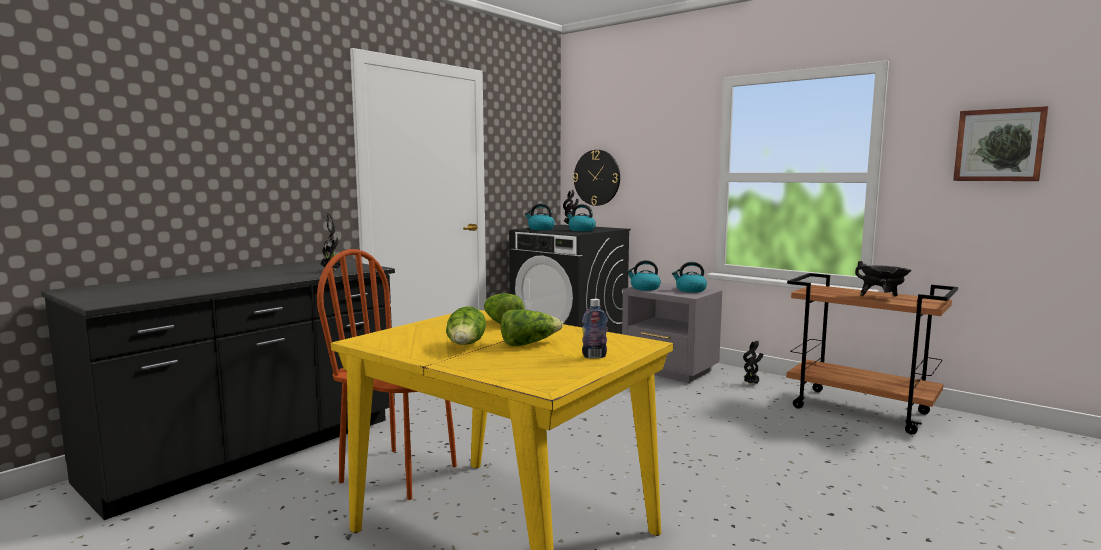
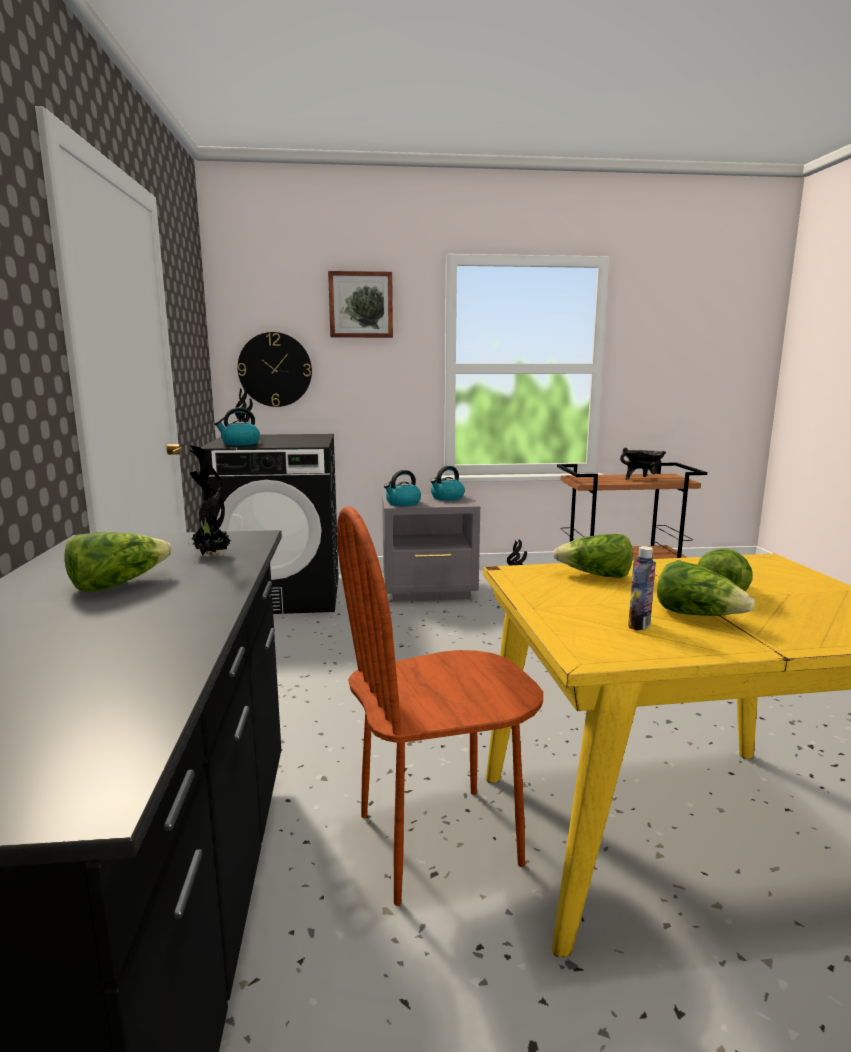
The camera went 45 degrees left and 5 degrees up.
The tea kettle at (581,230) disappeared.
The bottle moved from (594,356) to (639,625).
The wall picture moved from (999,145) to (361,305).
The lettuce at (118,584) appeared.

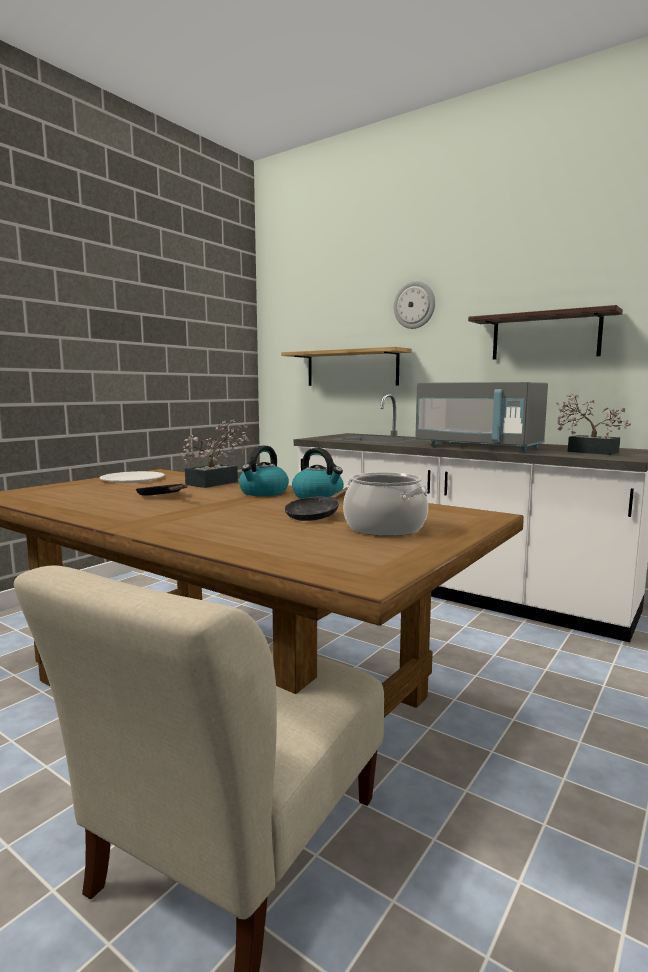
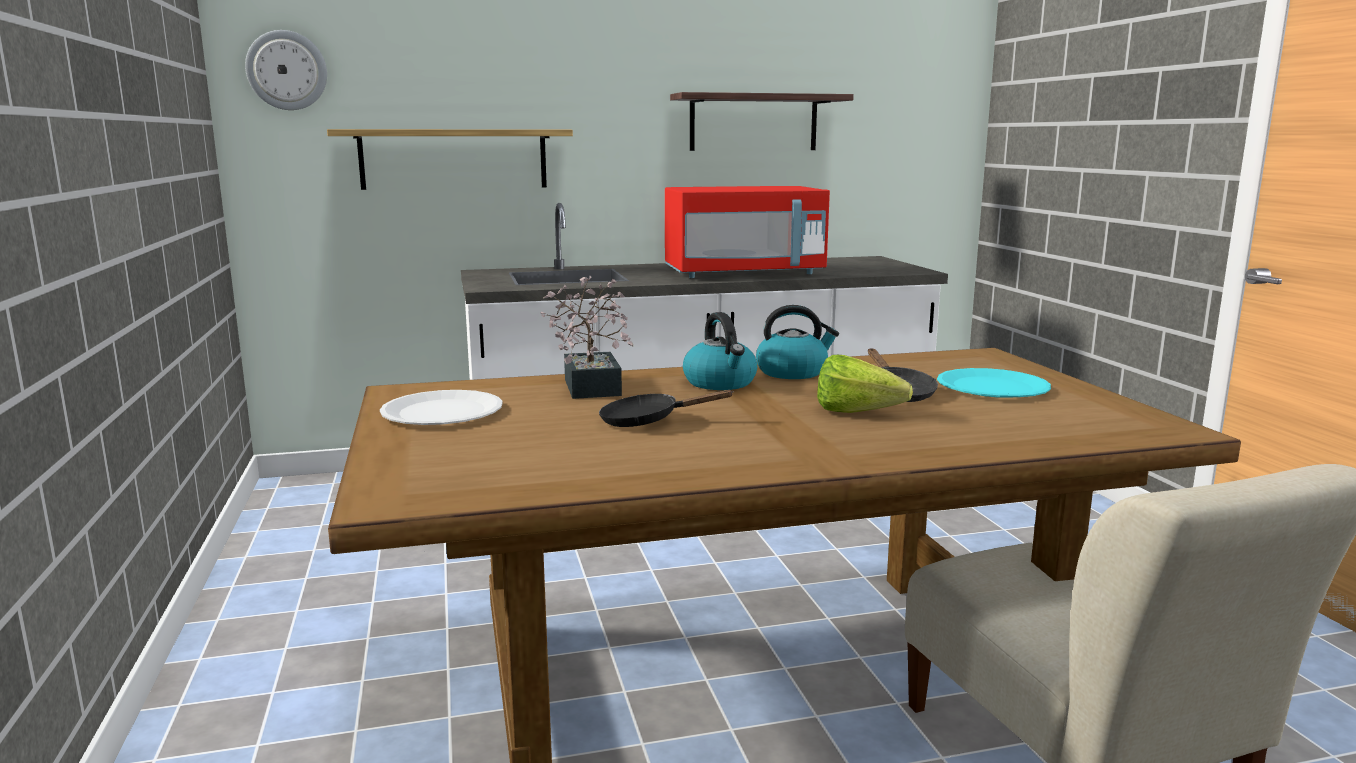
The camera went 50 degrees left and 5 degrees up.
The saucepot at (385,528) was replaced by the plate/turquoise at (992,387).
The clock on the wall moved from (414,305) to (287,70).
The microwave oven/gray at (478,447) became the microwave oven/red-coloured at (744,273).
The plant in a pot at (587,451) disappeared.
The lettuce at (863,414) appeared.

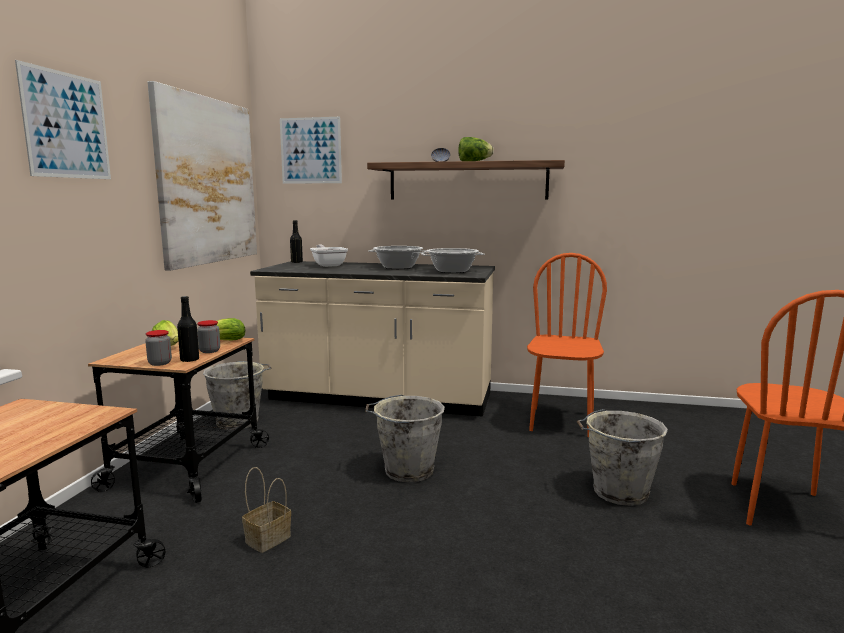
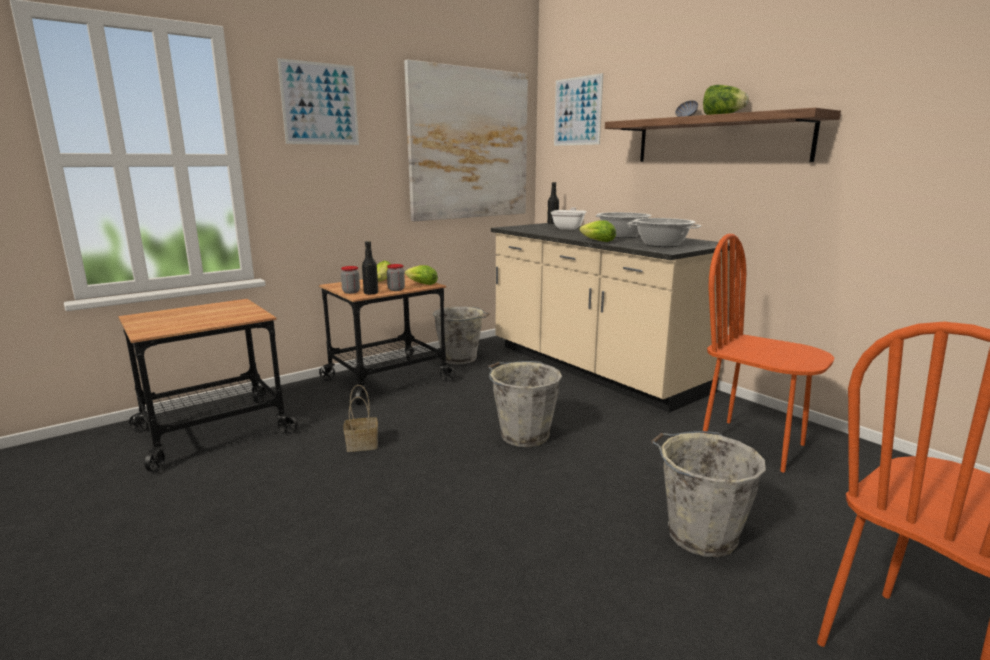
The camera went 40 degrees right and 5 degrees up.
The chair/orange-coloured at (561,422) turned 105 degrees counterclockwise.
The lettuce at (596,241) appeared.

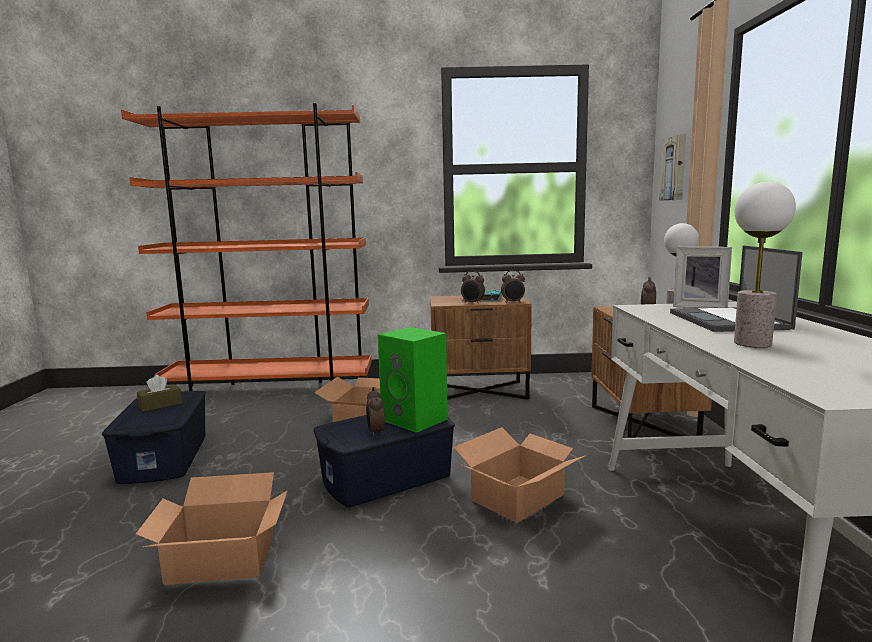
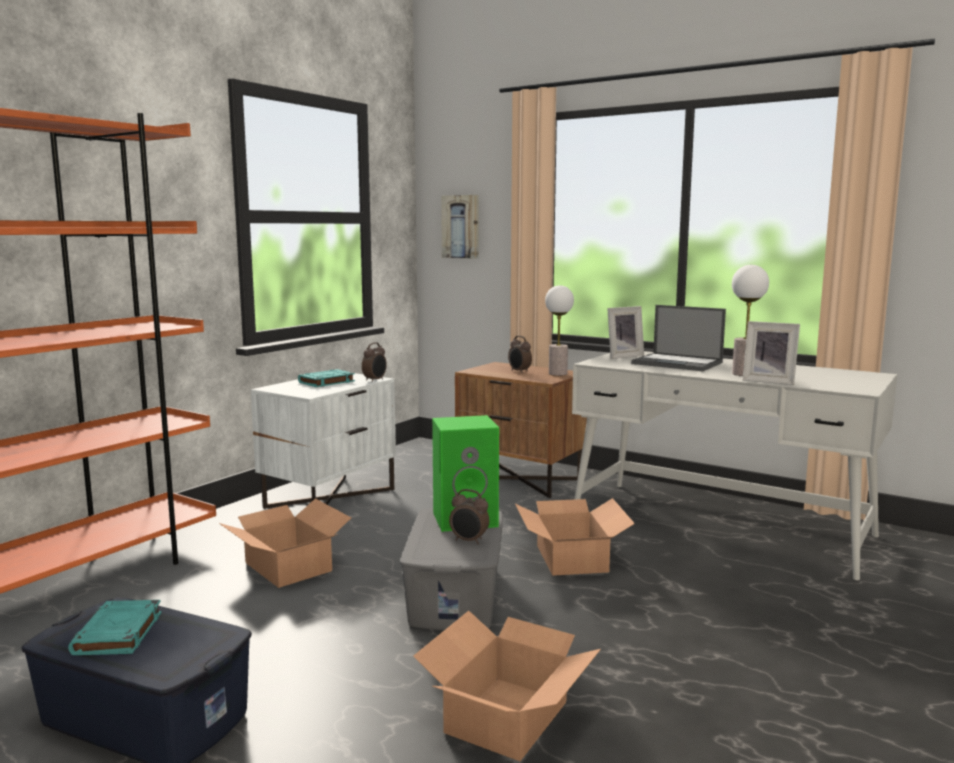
The camera went 55 degrees left and 0 degrees up.
The tissue holder/brownish at (160,405) was replaced by the bound book/turquoise at (118,634).
The storage container/blue-coloured at (387,478) became the storage container/gray at (456,595).
The bedside table/brownish at (479,391) became the bedside table/white-coloured at (329,498).
The alarm clock at (472,303) disappeared.
The standing frame at (769,381) appeared.

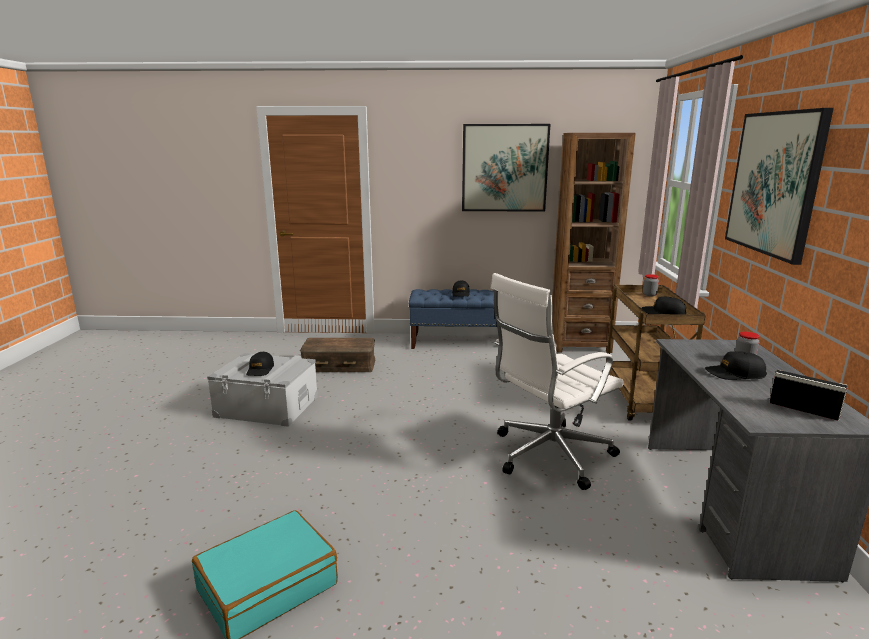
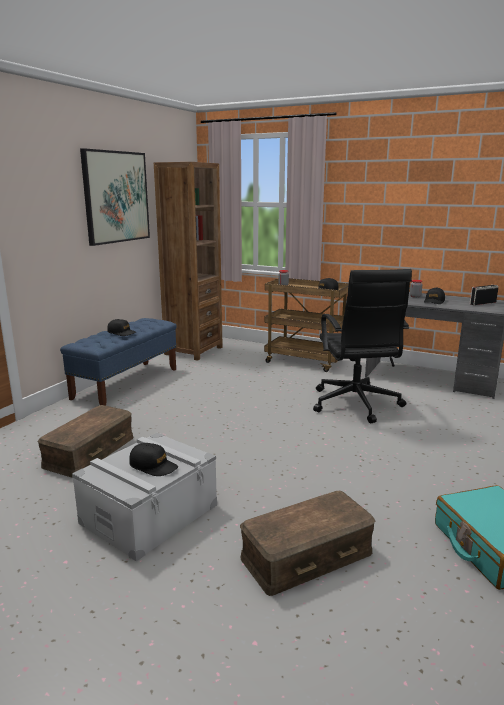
The camera went 65 degrees left and 0 degrees up.
The computer chair/white-coloured at (548,455) became the computer chair/black-coloured at (356,404).
The wall picture at (774,183) disappeared.
The storage container/brownish at (307,556) appeared.

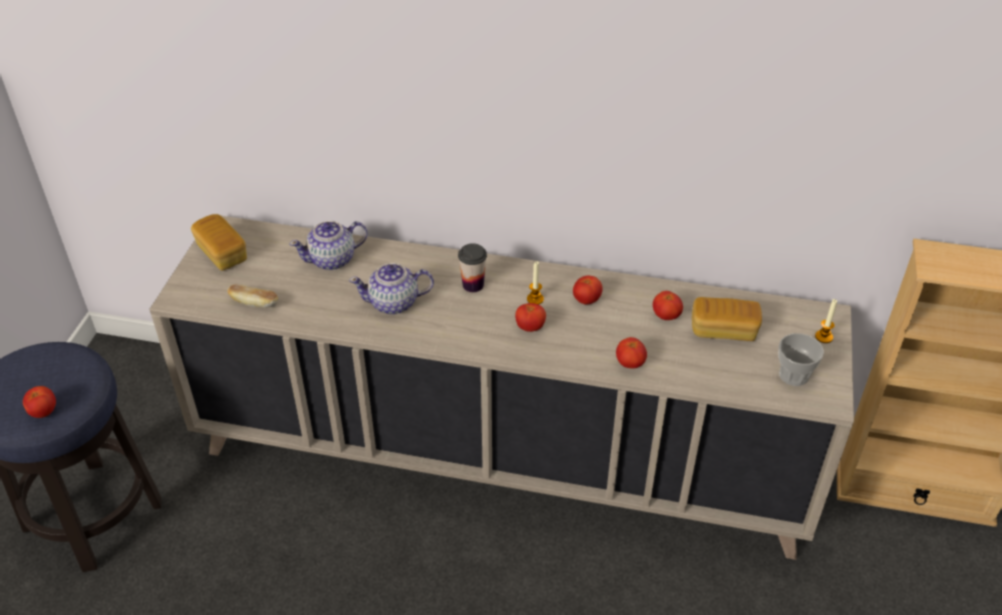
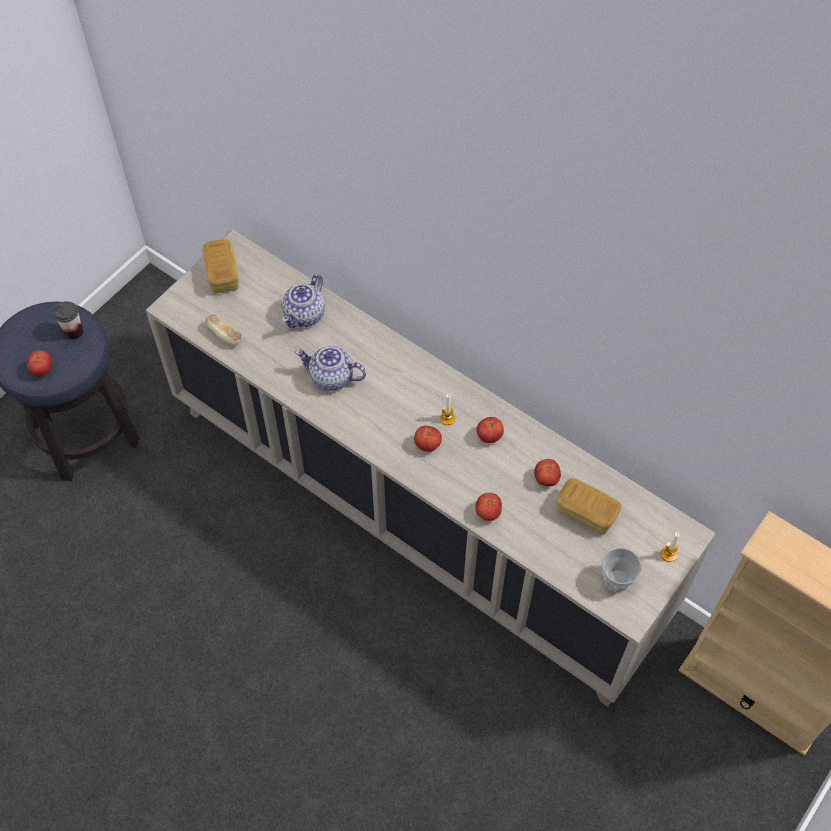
The camera went 25 degrees right and 15 degrees up.
The teapot at (332,260) turned 60 degrees counterclockwise.
The drinking cup moved from (473,285) to (74,332).

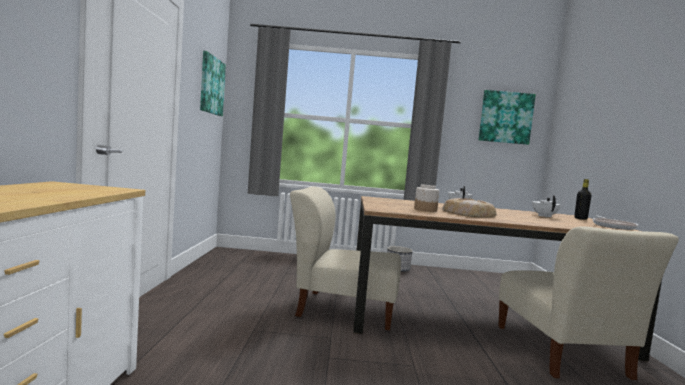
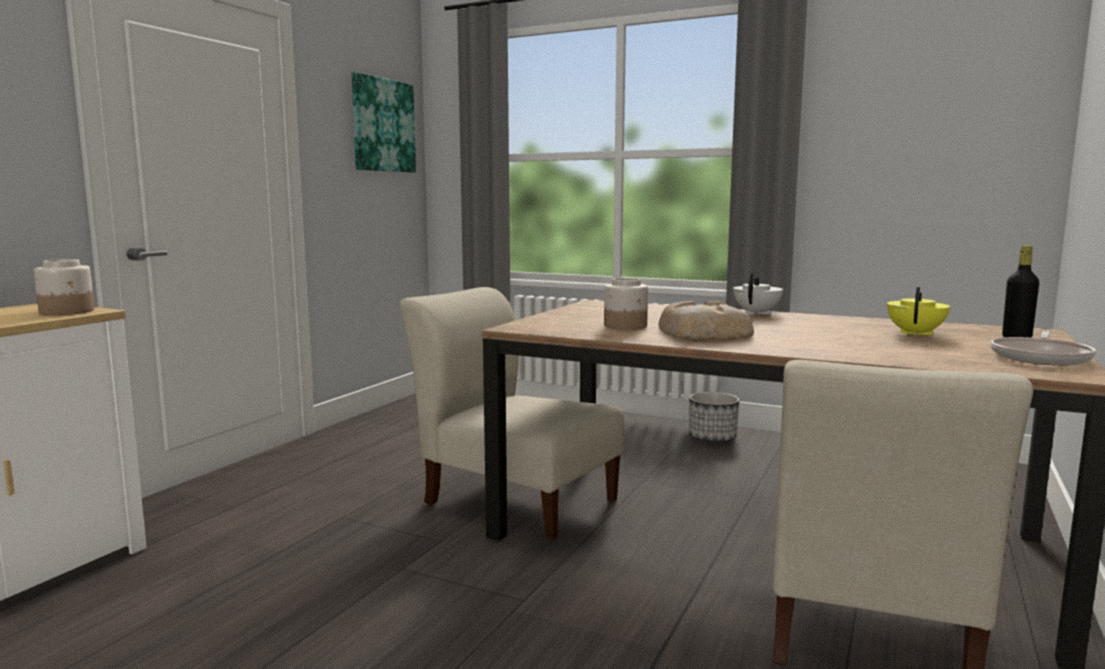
The camera went 25 degrees right and 5 degrees up.
The wall picture at (505,117) disappeared.
The teapot/white-coloured at (544,216) became the teapot/yellow-coloured at (916,333).
The storage jar at (67,312) appeared.

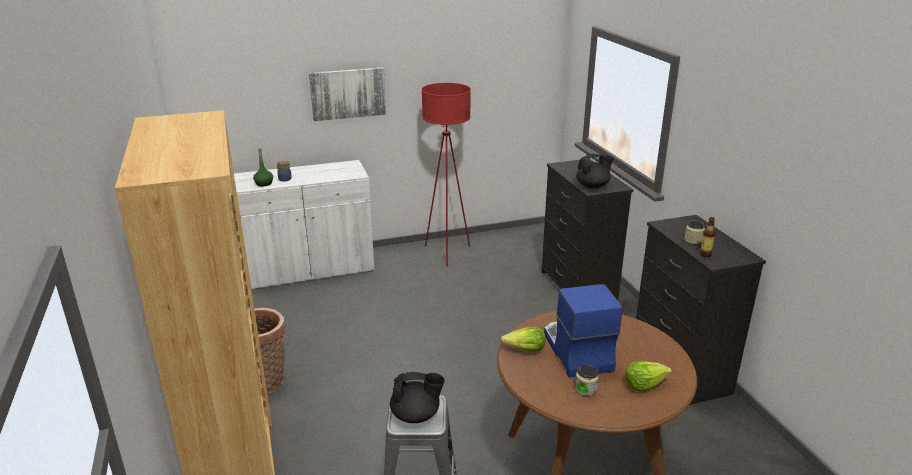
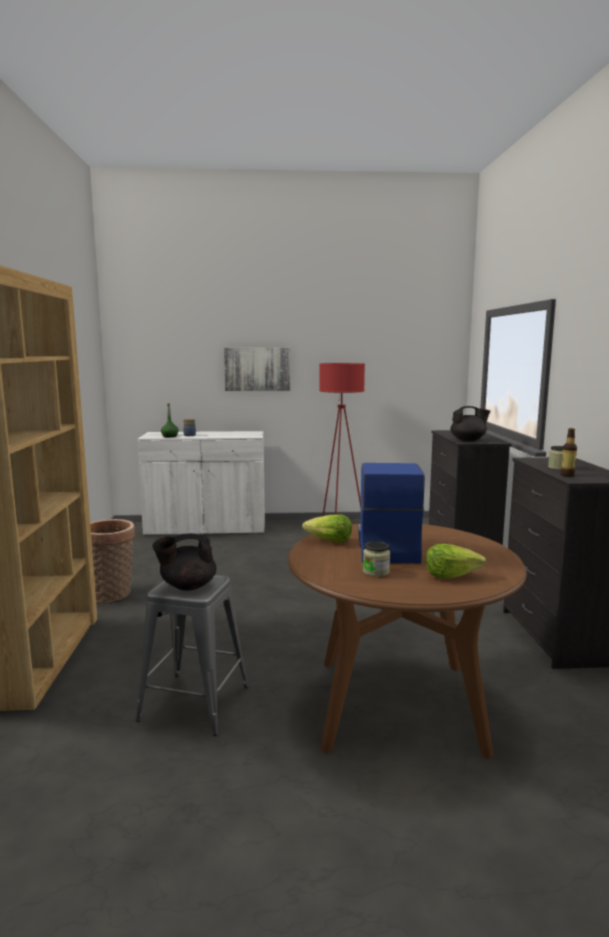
The camera went 15 degrees right and 15 degrees down.
The teapot/black-coloured at (416,415) turned 150 degrees clockwise.

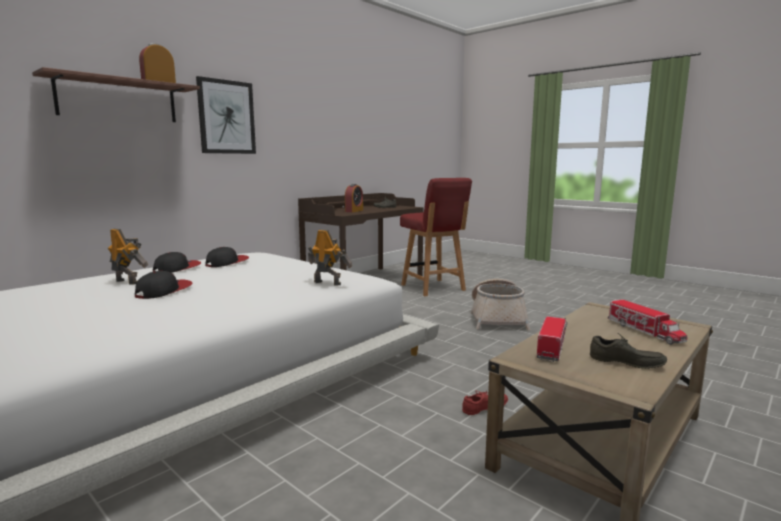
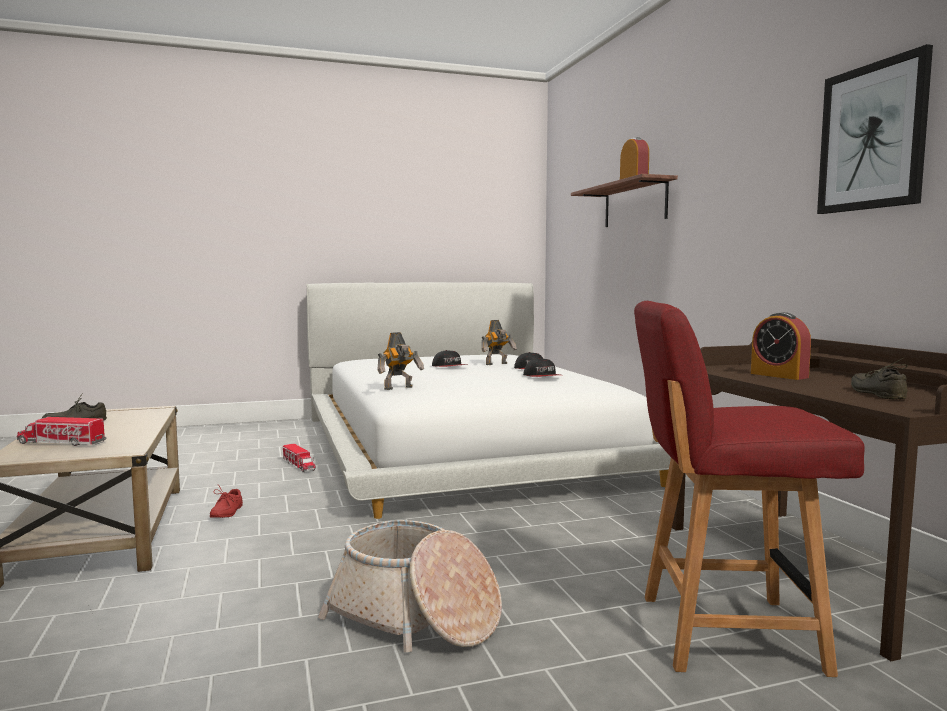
The camera went 120 degrees right and 5 degrees down.
The wall picture moved from (226,117) to (872,137).
The toy truck moved from (552,346) to (299,465).

